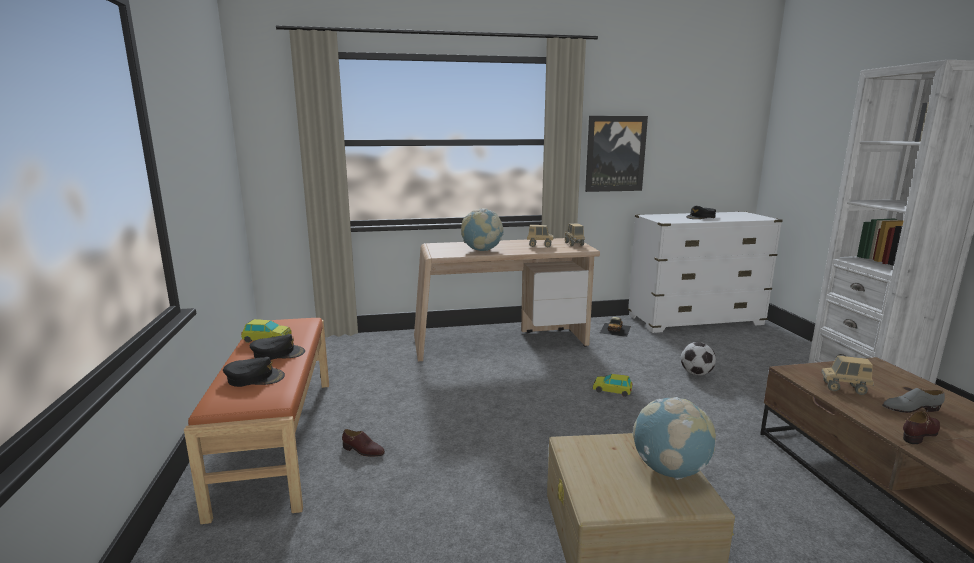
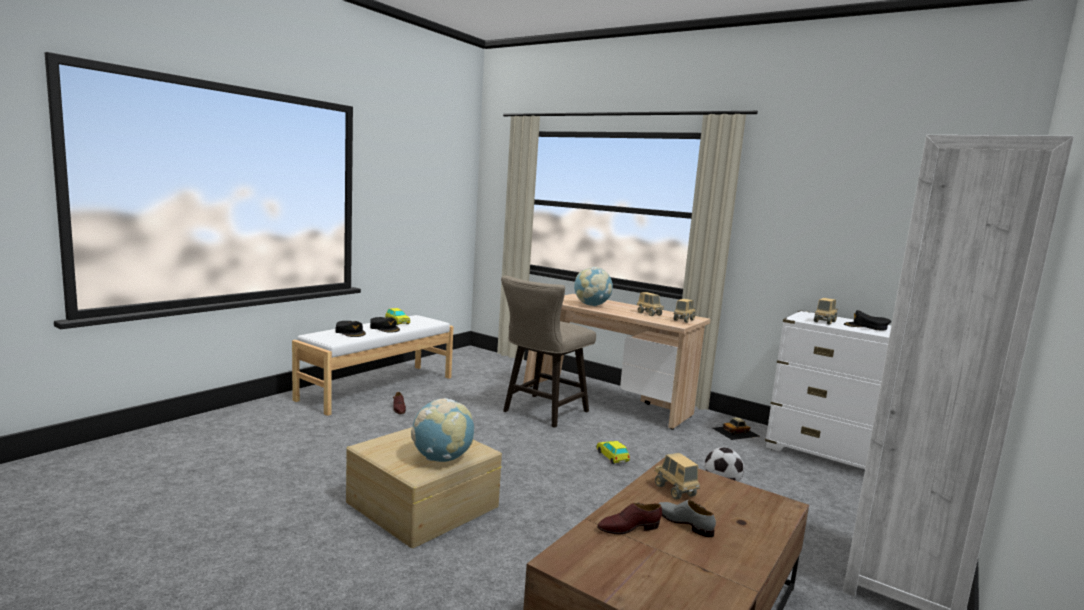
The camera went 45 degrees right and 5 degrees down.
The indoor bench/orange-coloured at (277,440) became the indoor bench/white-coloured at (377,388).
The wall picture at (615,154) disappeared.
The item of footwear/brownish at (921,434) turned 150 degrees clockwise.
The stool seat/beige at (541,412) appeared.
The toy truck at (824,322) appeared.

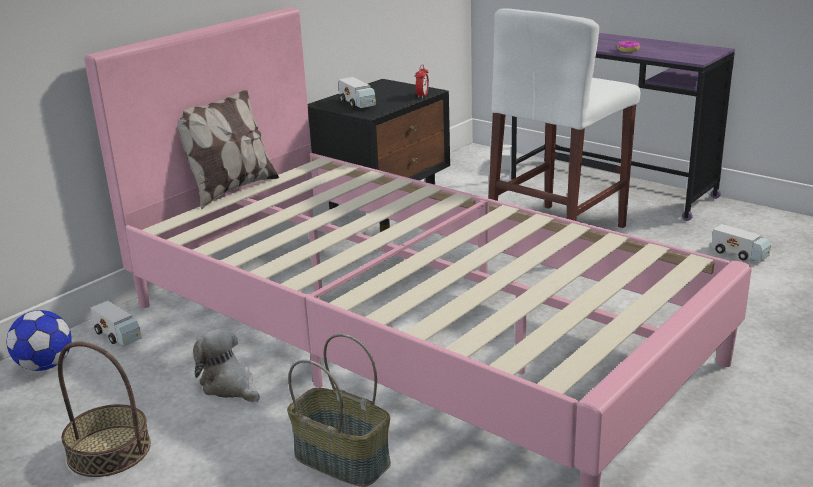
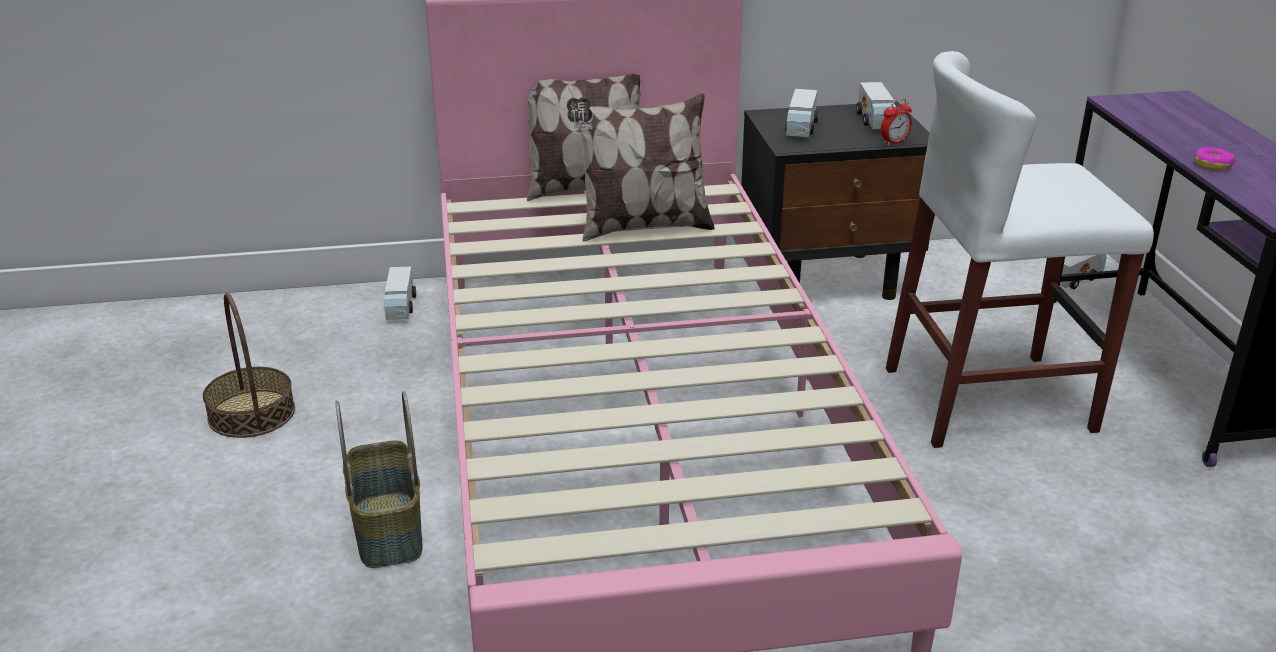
The camera went 40 degrees right and 5 degrees up.
The football ball at (45,366) disappeared.
The soft toy at (229,386) disappeared.
The toy truck moved from (739,254) to (875,121).
The pillow at (642,226) appeared.

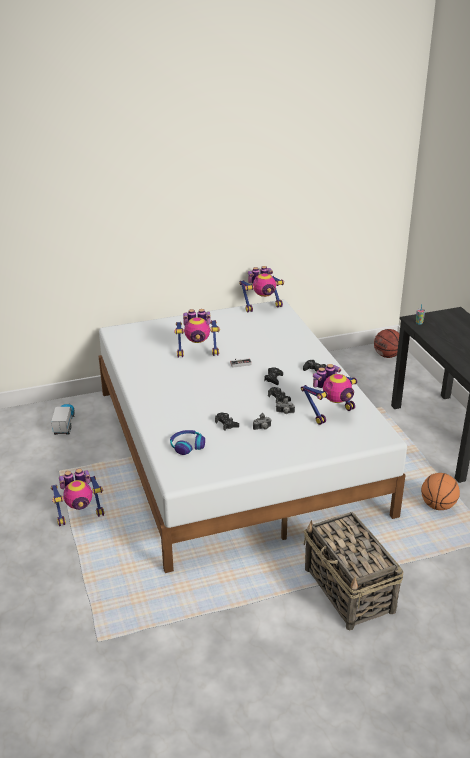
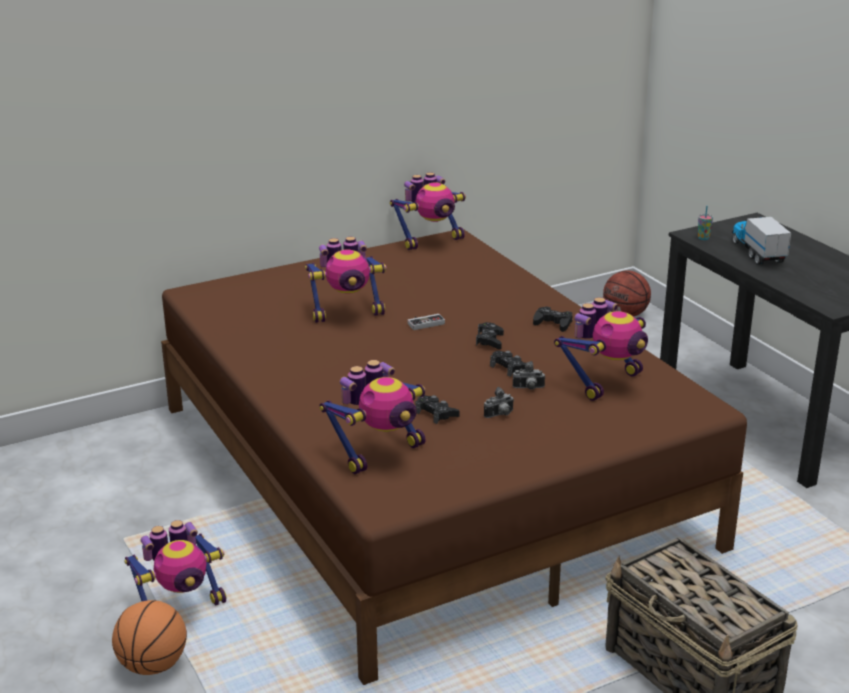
The camera went 10 degrees left and 5 degrees down.
The toy truck moved from (64,425) to (757,253).
The bedroom bed/white-coloured at (236,449) became the bedroom bed/brownish at (425,473).
The pair of headphones at (187,446) was replaced by the model robot at (380,453).
The basketball moved from (438,505) to (153,665).

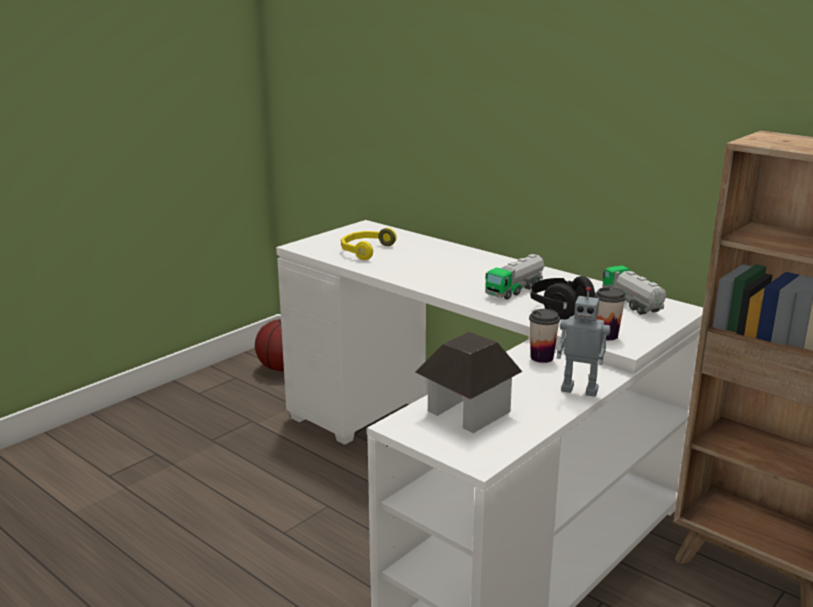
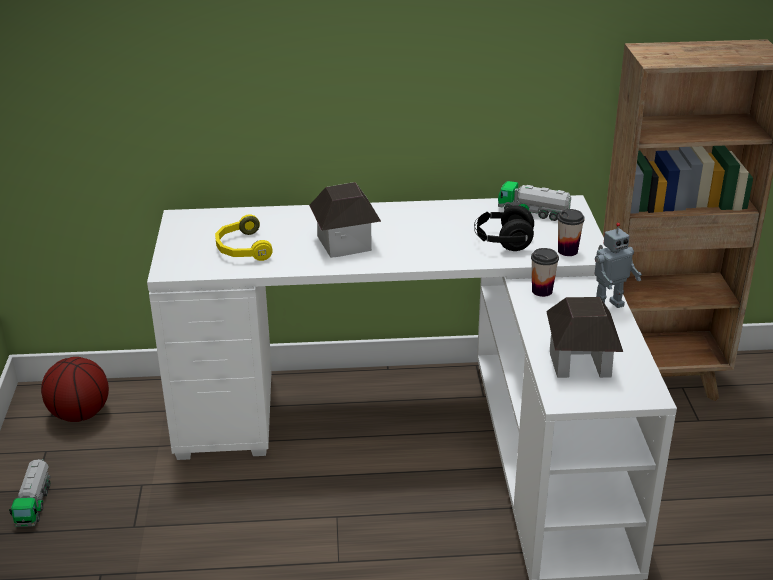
The camera went 45 degrees left and 10 degrees up.
The toy truck moved from (515,289) to (34,503).
The toy house at (345,243) appeared.

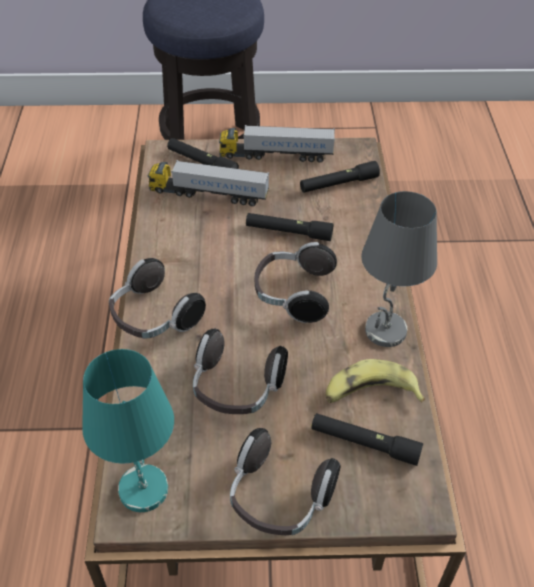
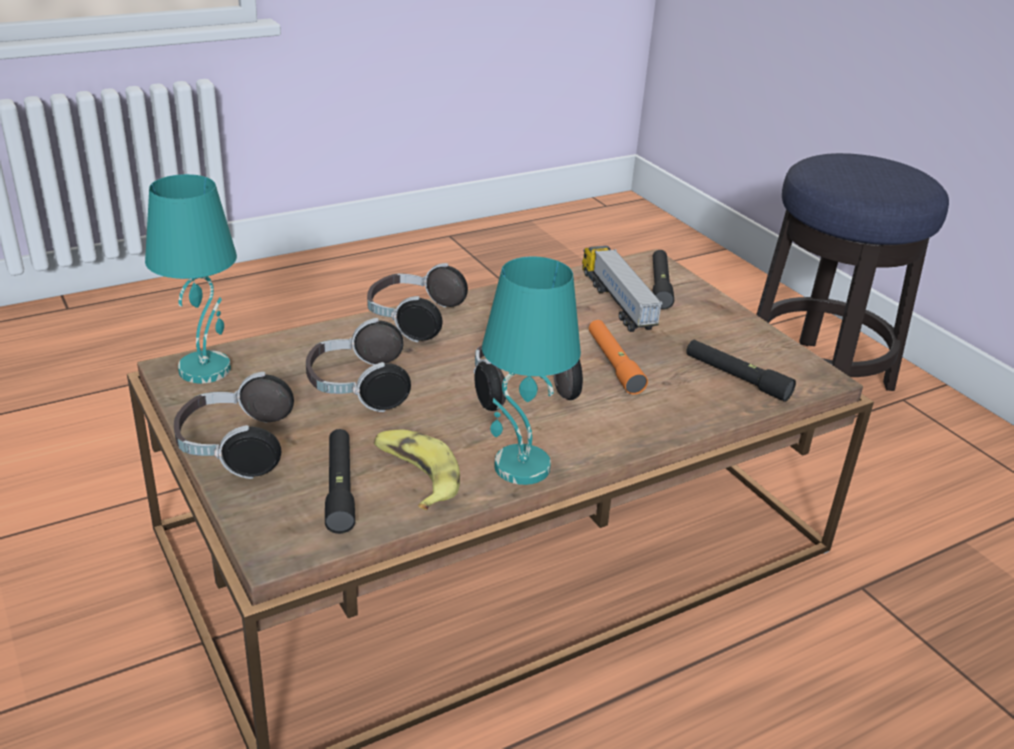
The camera went 60 degrees right and 15 degrees down.
The toy truck at (276,155) disappeared.
The flashlight/black-coloured at (288,232) became the flashlight/orange-coloured at (614,364).
The tabletop lamp/gray at (385,332) became the tabletop lamp/turquoise at (520,467).

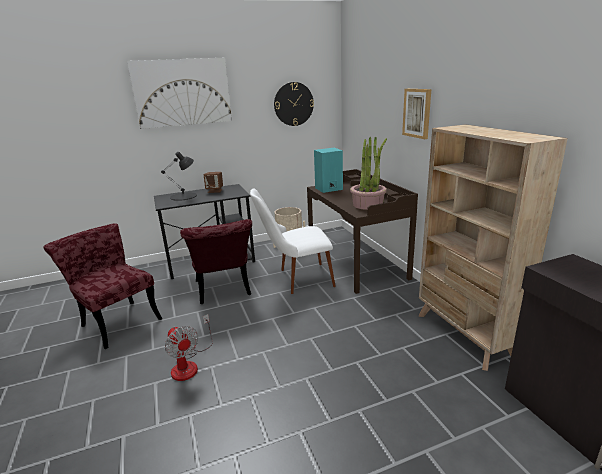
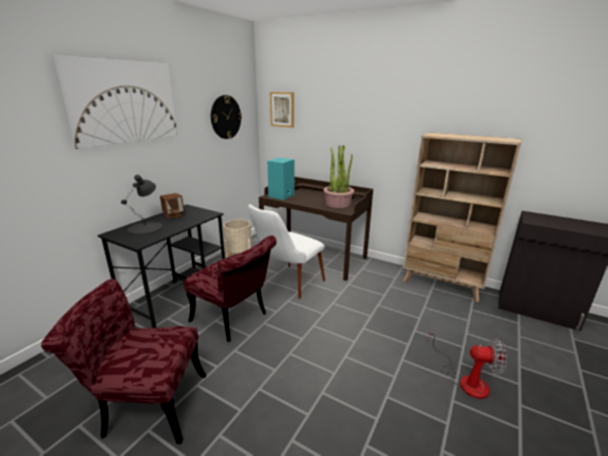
The camera went 40 degrees left and 0 degrees up.
The fan moved from (189,364) to (465,379).
The wall picture moved from (417,113) to (282,109).

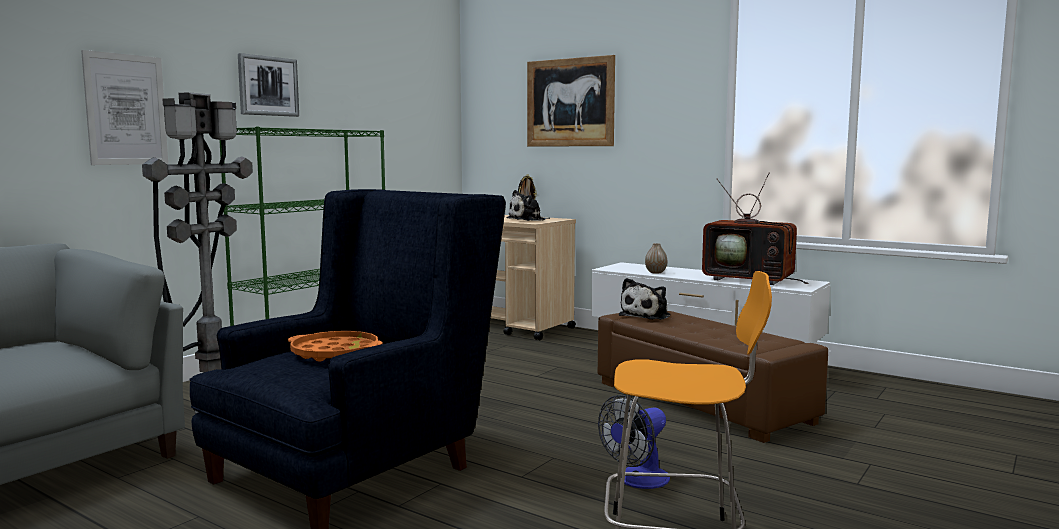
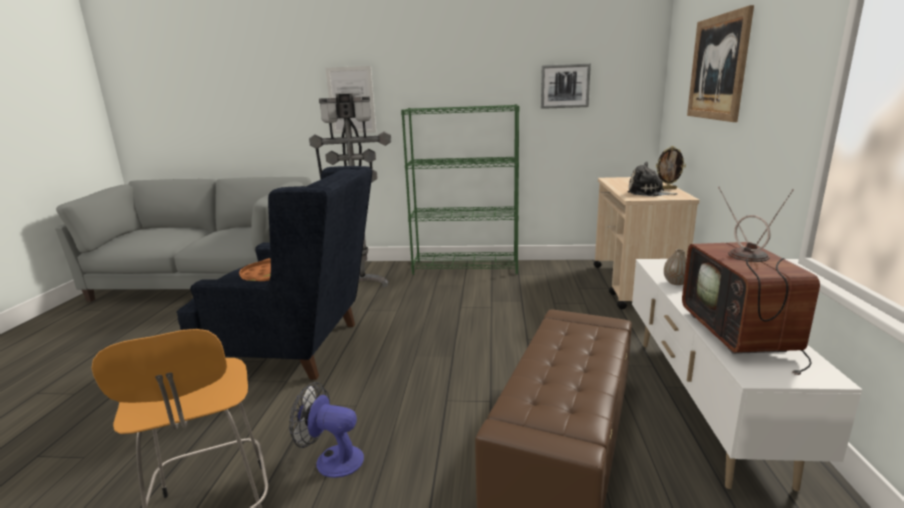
The camera went 60 degrees right and 10 degrees up.
The wall picture moved from (268,86) to (565,86).
The soft toy at (647,315) disappeared.

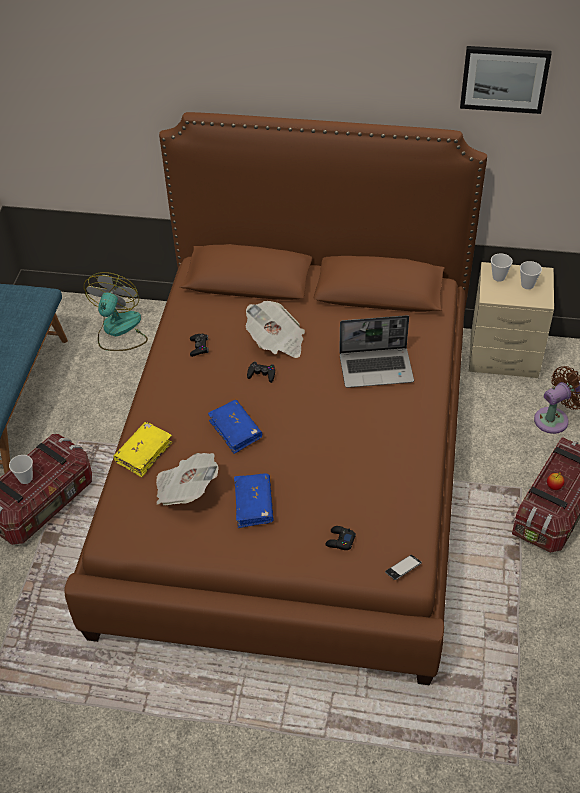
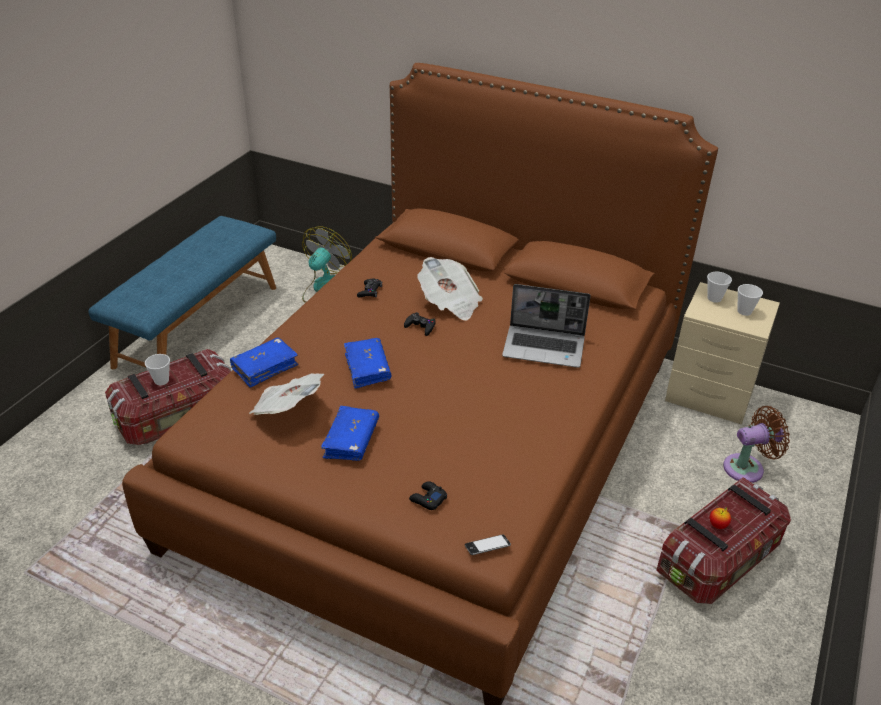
The camera went 15 degrees right and 10 degrees down.
The bound book/yellow-coloured at (144,453) became the bound book/blue-coloured at (265,367).
The wall picture at (504,78) disappeared.

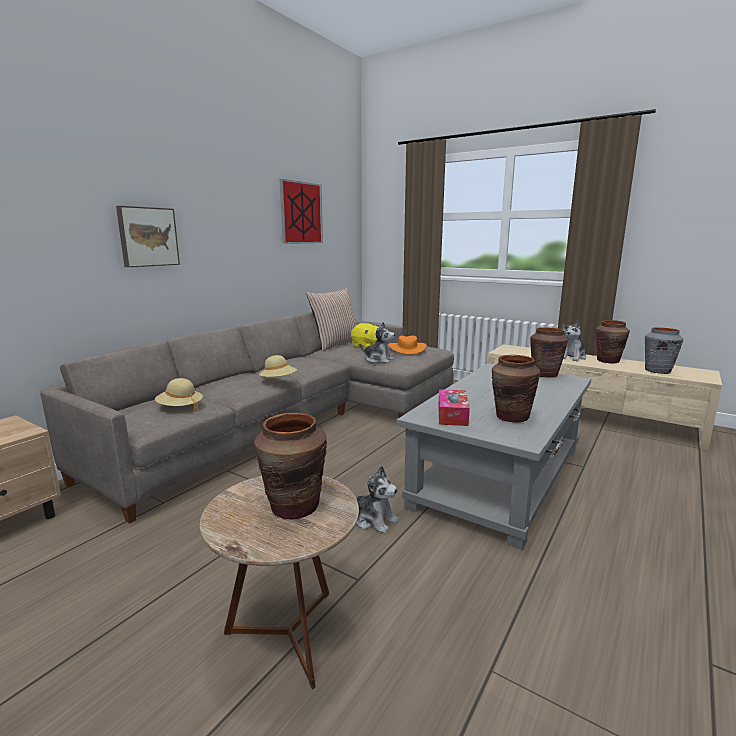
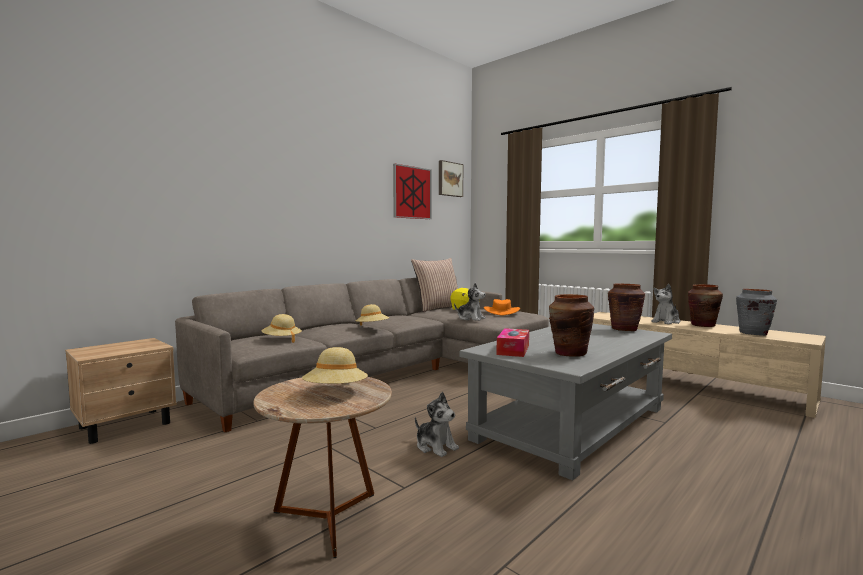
The camera went 10 degrees right and 10 degrees down.
The wall picture moved from (147,237) to (449,179).
The decorative vase/brownish at (294,507) was replaced by the wearable hat/beige at (336,392).

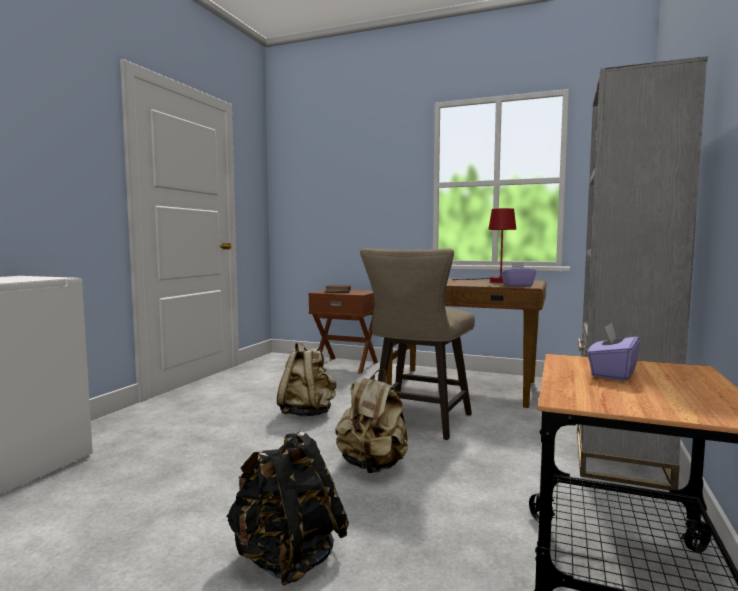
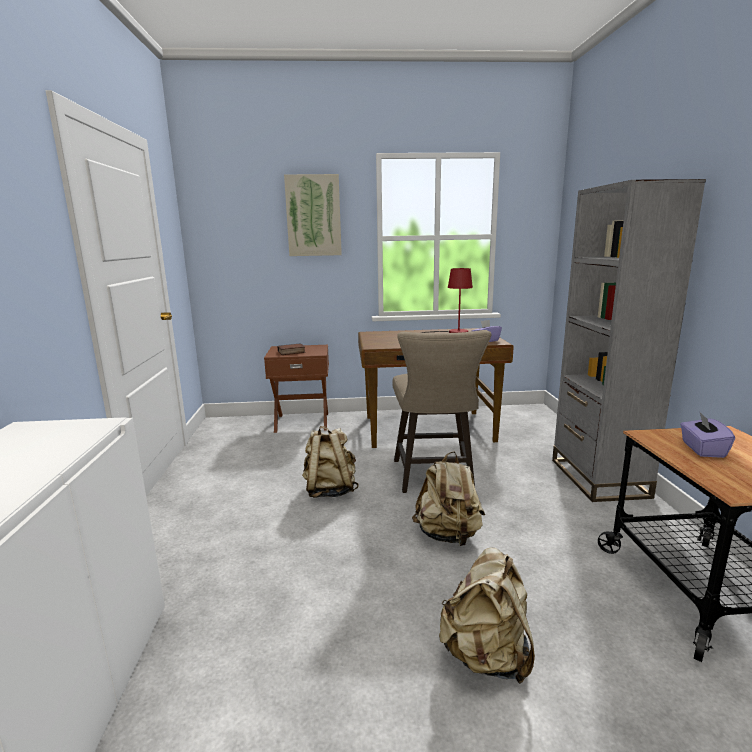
The camera went 25 degrees left and 10 degrees up.
The rucksack/black-coloured at (287,559) became the rucksack/beige at (486,656).
The wall picture at (313,216) appeared.

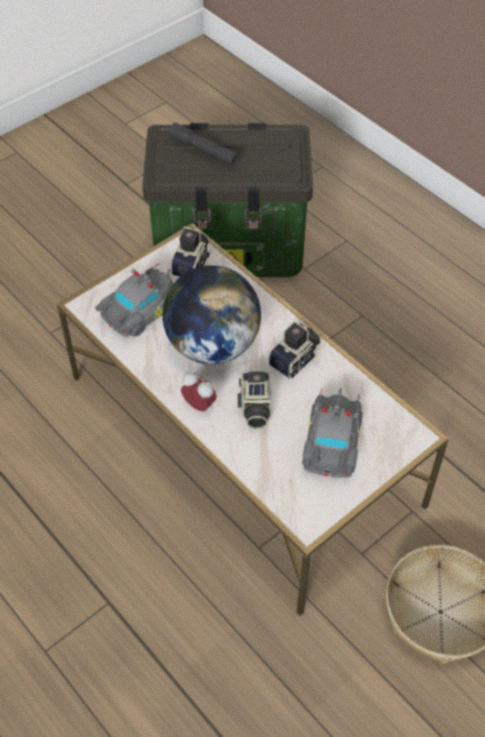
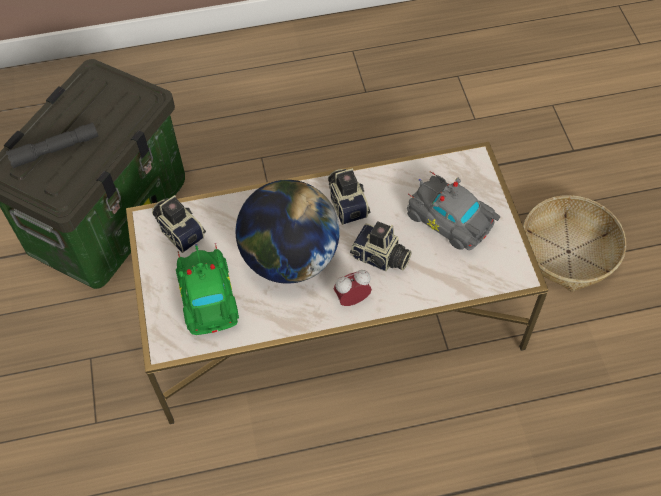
The camera went 60 degrees left and 5 degrees up.
The miniature car/gray at (139,311) became the miniature car/greenish at (207,300).

